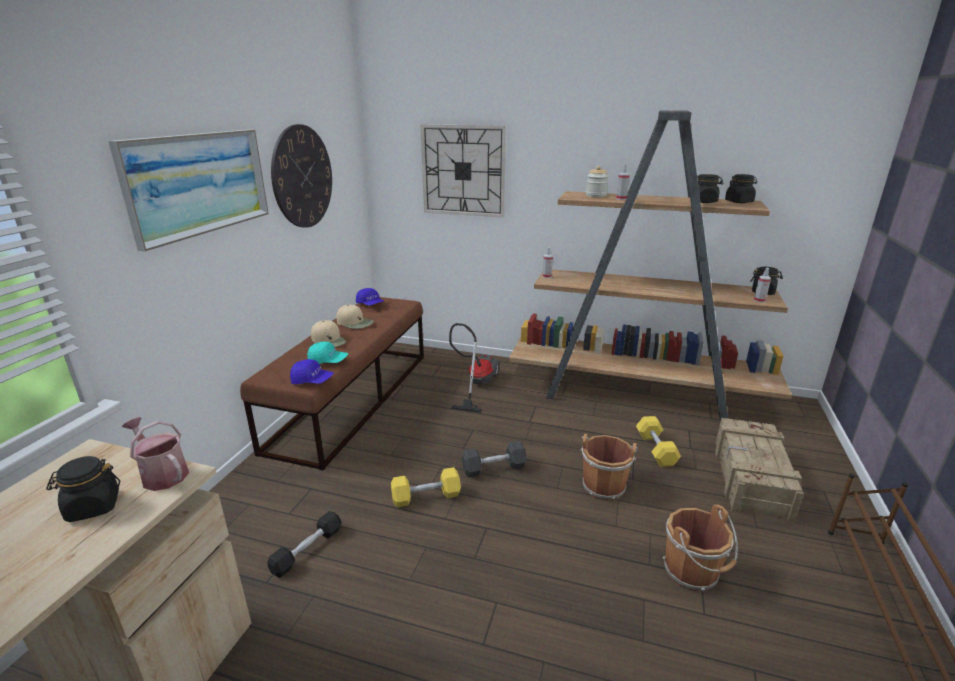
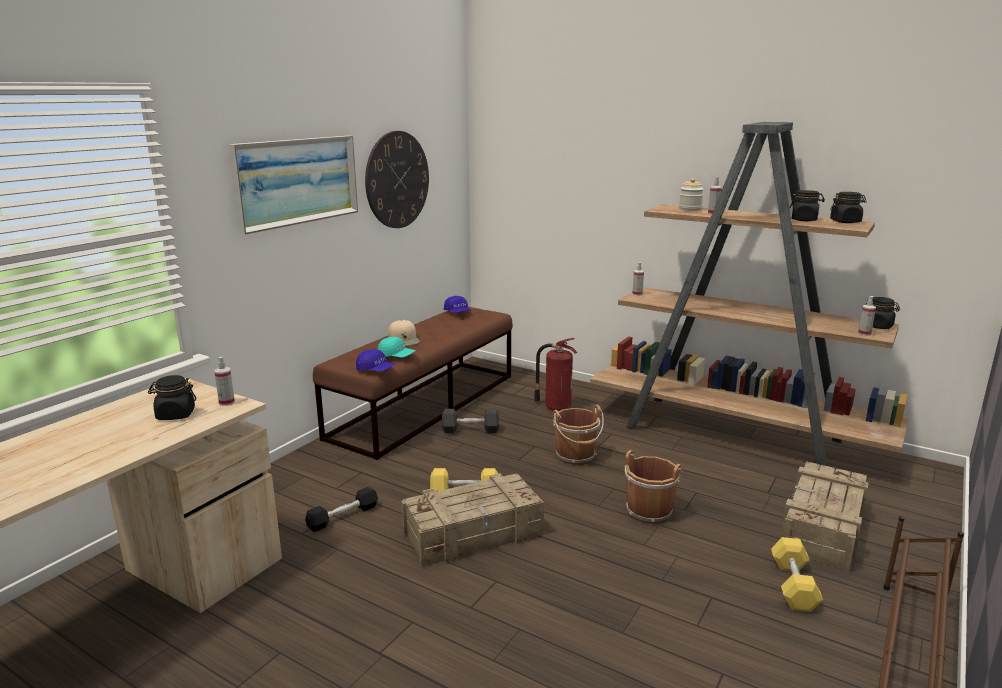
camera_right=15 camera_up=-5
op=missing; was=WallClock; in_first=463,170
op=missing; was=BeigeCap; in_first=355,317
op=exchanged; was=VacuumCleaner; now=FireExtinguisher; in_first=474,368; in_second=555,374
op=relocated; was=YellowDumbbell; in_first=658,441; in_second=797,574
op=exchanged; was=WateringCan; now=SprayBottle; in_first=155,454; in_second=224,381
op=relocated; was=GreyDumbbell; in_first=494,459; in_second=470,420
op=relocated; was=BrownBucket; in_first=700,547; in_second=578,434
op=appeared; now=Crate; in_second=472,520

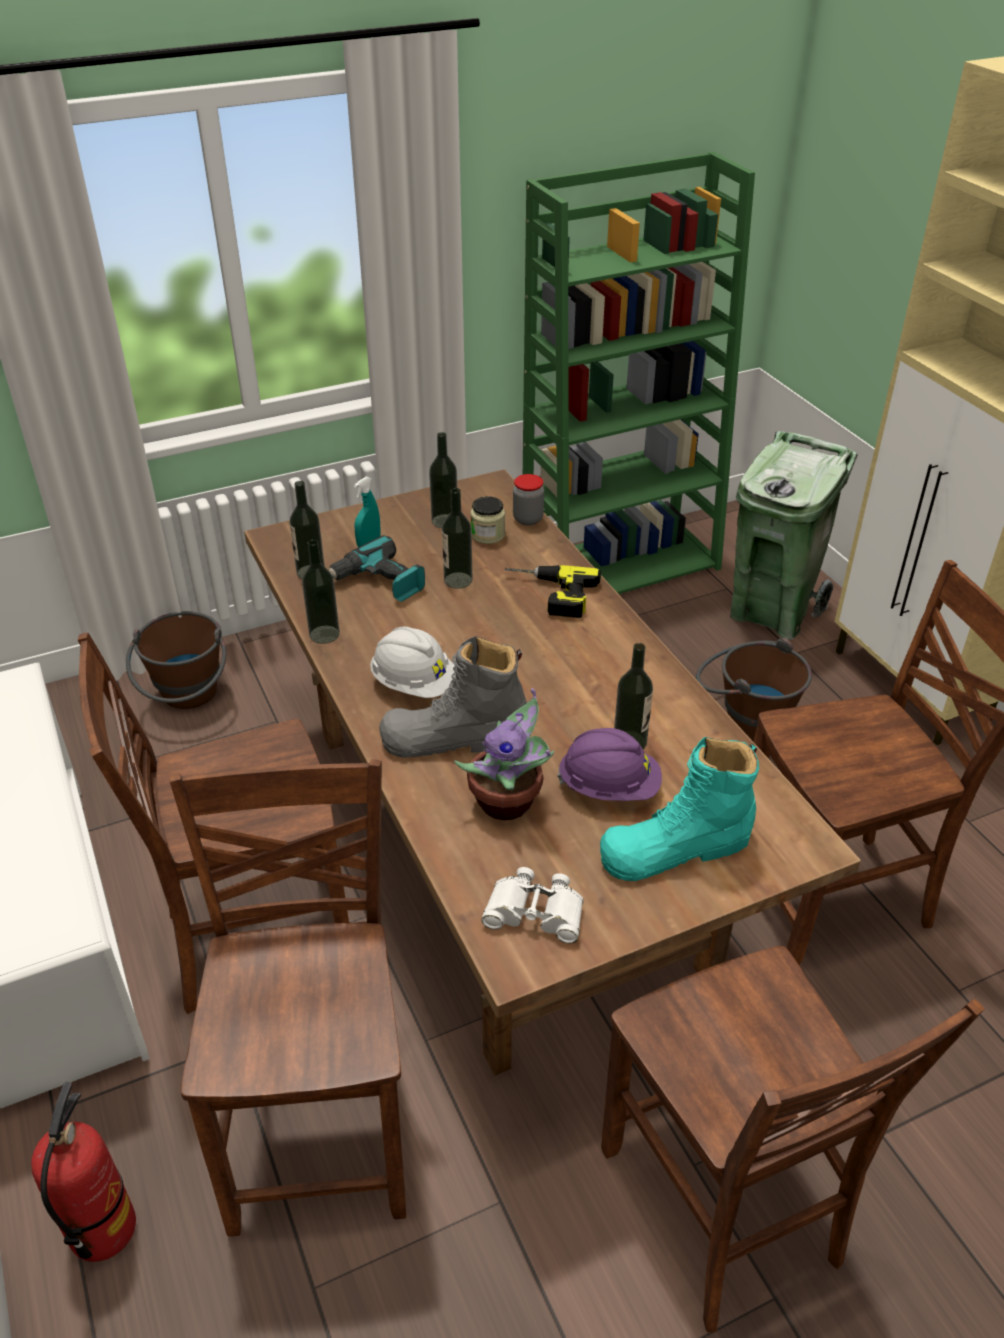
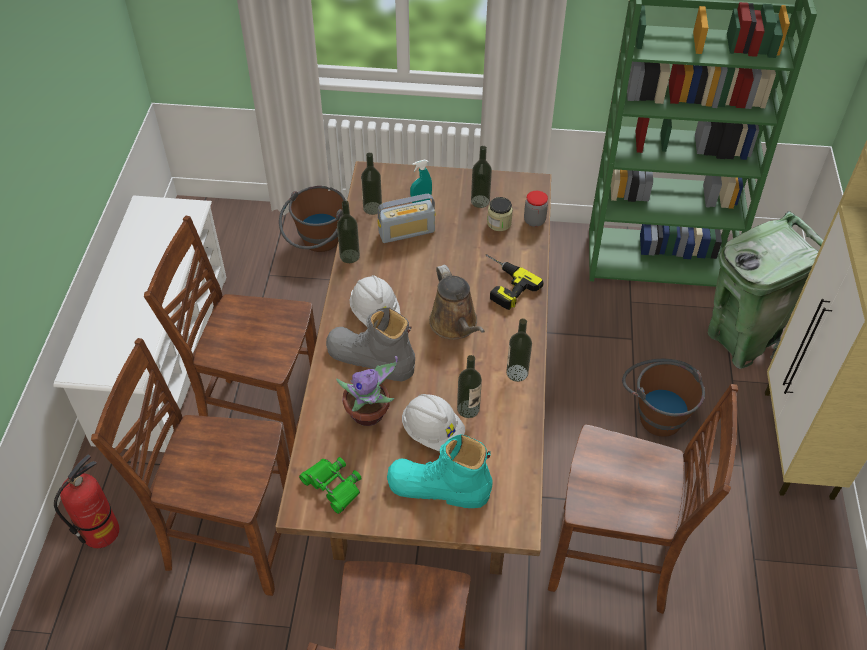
camera_right=30 camera_up=10
op=relocated; was=Bottle; in_first=457,538; in_second=519,350
op=exchanged; was=PowerDrill; now=Radio; in_first=377,569; in_second=406,218
op=colour; was=PurpleHardHat; now=WhiteHardHat; in_first=609,764; in_second=433,422
op=spun; was=BrownChair; in_first=287,998; in_second=190,467; clockwise=-105
op=colour; was=WhiteBinoculars; now=GreenBinoculars; in_first=532,905; in_second=330,485
op=appeared; now=BrownWateringCan; in_second=457,302

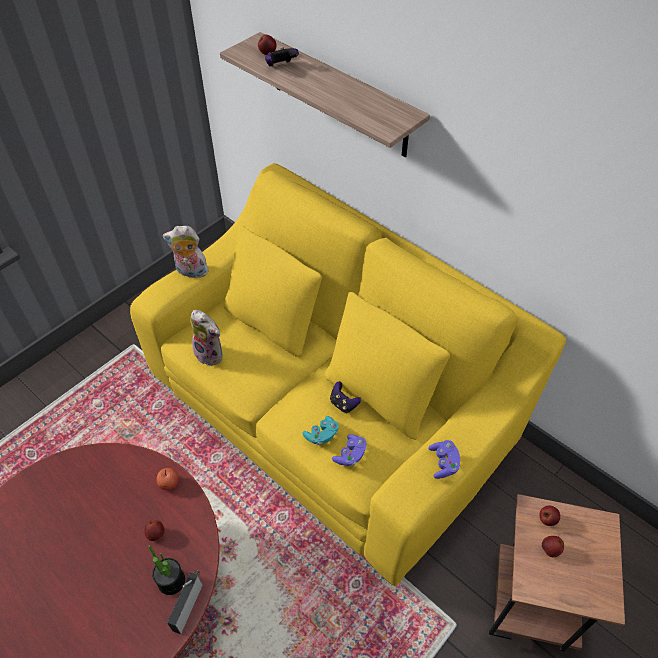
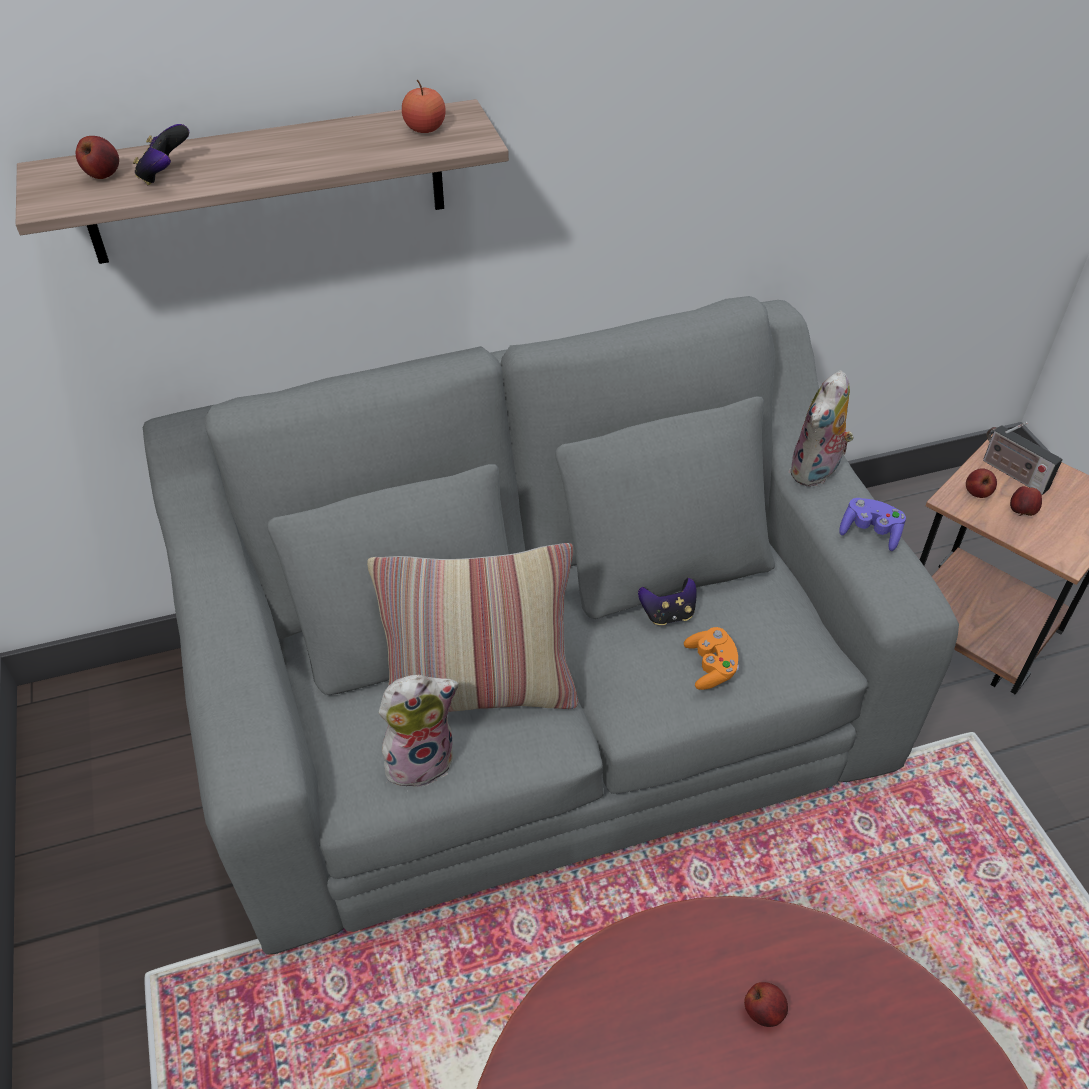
camera_right=-60 camera_up=-5
op=colour; was=YellowSofa; now=GreySofa; in_first=348,374; in_second=551,625
op=relocated; was=PlushToy; in_first=186,252; in_second=821,429
op=colour; was=TurquoiseGameController; now=OrangeGameController; in_first=320,430; in_second=711,658
op=missing; was=PurpleGameController; in_first=349,450
op=relocated; was=Apple; in_first=167,479; in_second=424,106
op=missing; was=PottedPlant; in_first=166,570
op=relocated; was=Radio; in_first=185,602; in_second=1023,458
op=appeared; now=Pillow; in_second=473,627

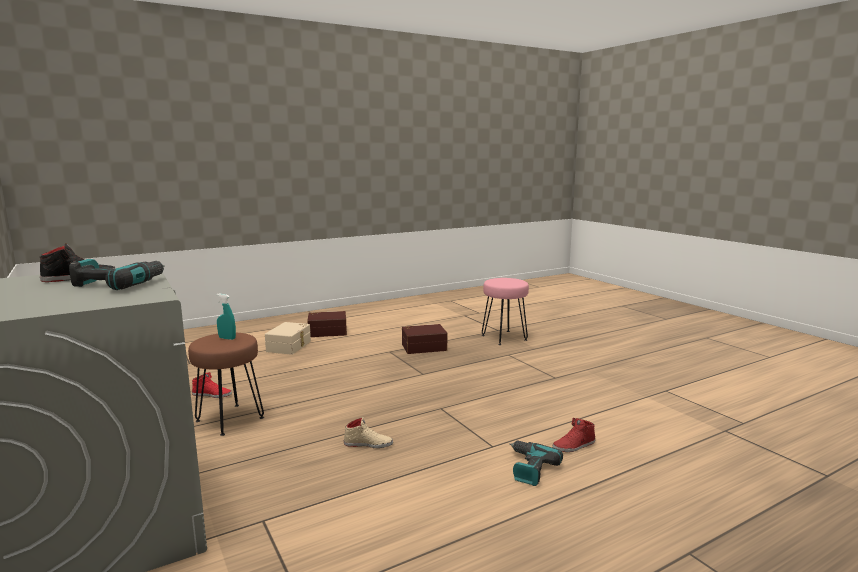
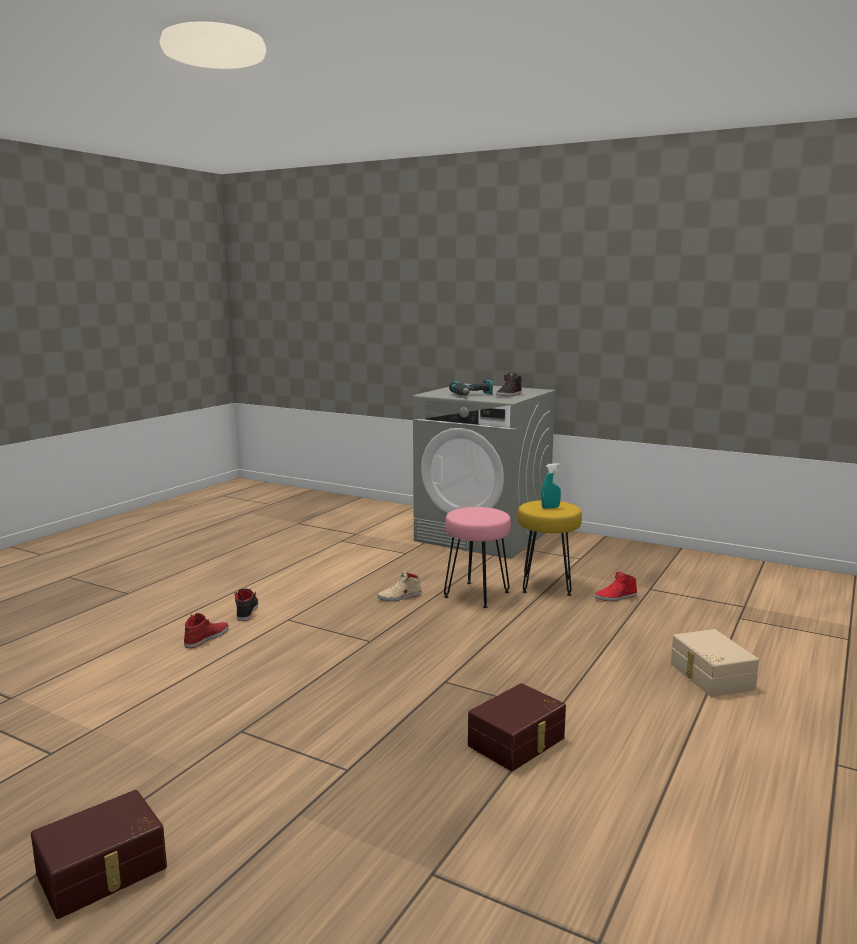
camera_right=150 camera_up=0
op=relocated; was=PinkStool; in_first=505,311; in_second=477,557
op=relocated; was=BrownStorageBox; in_first=327,324; in_second=99,854
op=colour; was=BrownStool; now=YellowStool; in_first=226,384; in_second=550,548
op=exchanged; was=PowerDrill; now=BlackShoe; in_first=536,463; in_second=246,605

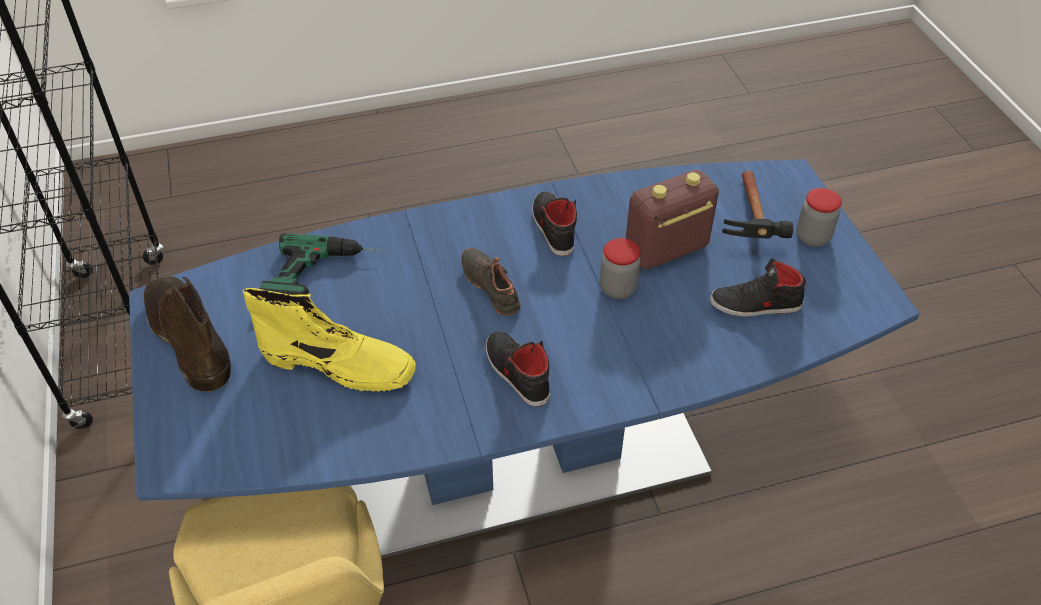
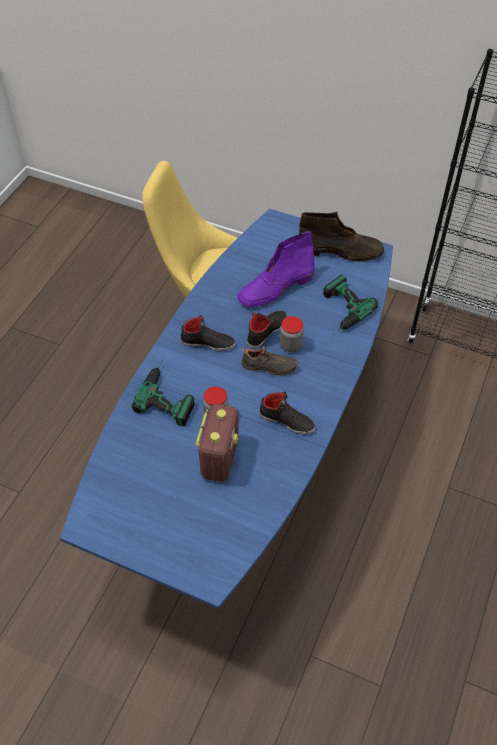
camera_right=130 camera_up=5
op=missing; was=Hammer; in_first=757,204
op=relocated; was=Jar; in_first=819,217; in_second=292,334
op=relocated; was=BlackShoe; in_first=758,287; in_second=267,329
op=colour; was=YellowBoot; now=PurpleBoot; in_first=329,340; in_second=276,269
op=appeared; now=PowerDrill; in_second=163,392

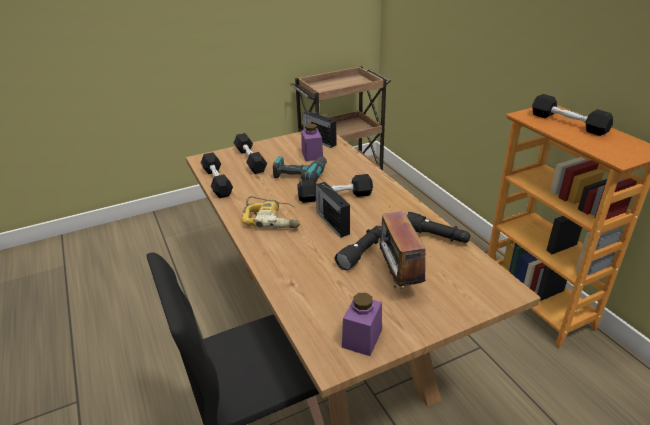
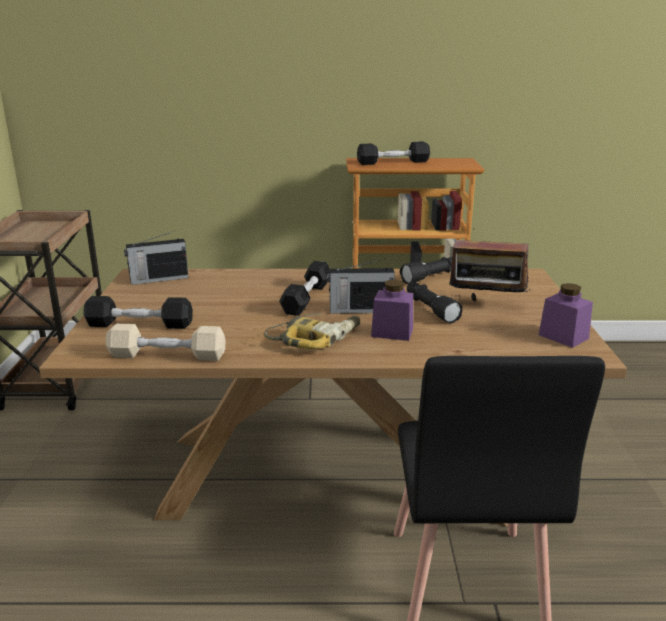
camera_right=-65 camera_up=-10
op=relocated; was=PurpleJar; in_first=312,142; in_second=392,310
op=colour; was=BlackDumbbell; now=BeigeDumbbell; in_first=217,175; in_second=166,342
op=missing; was=PowerDrill; in_first=300,169

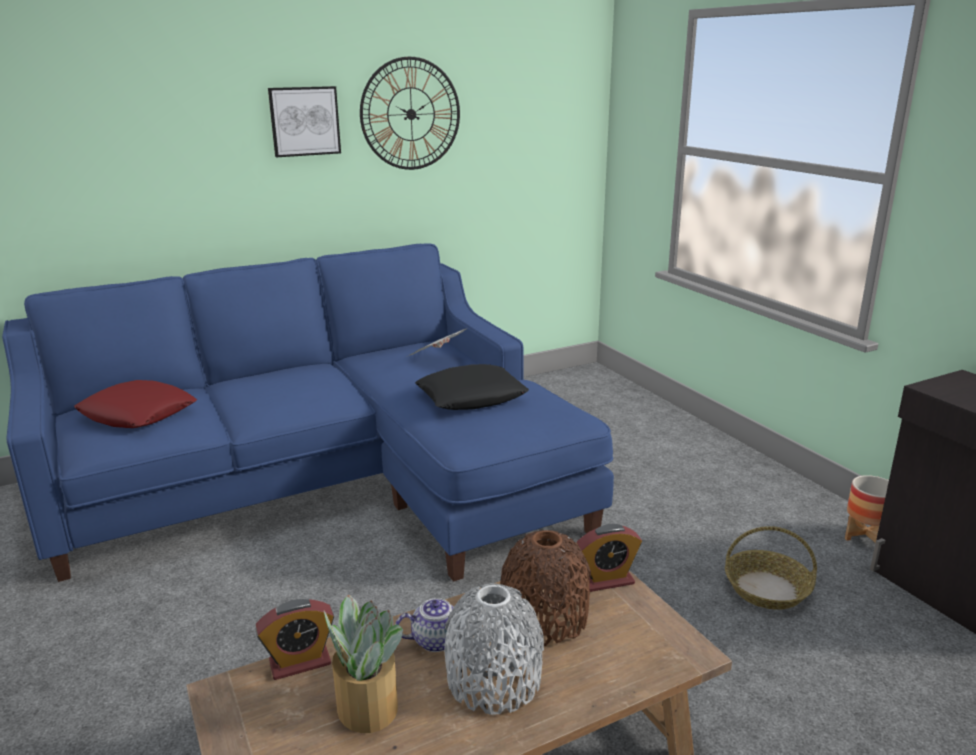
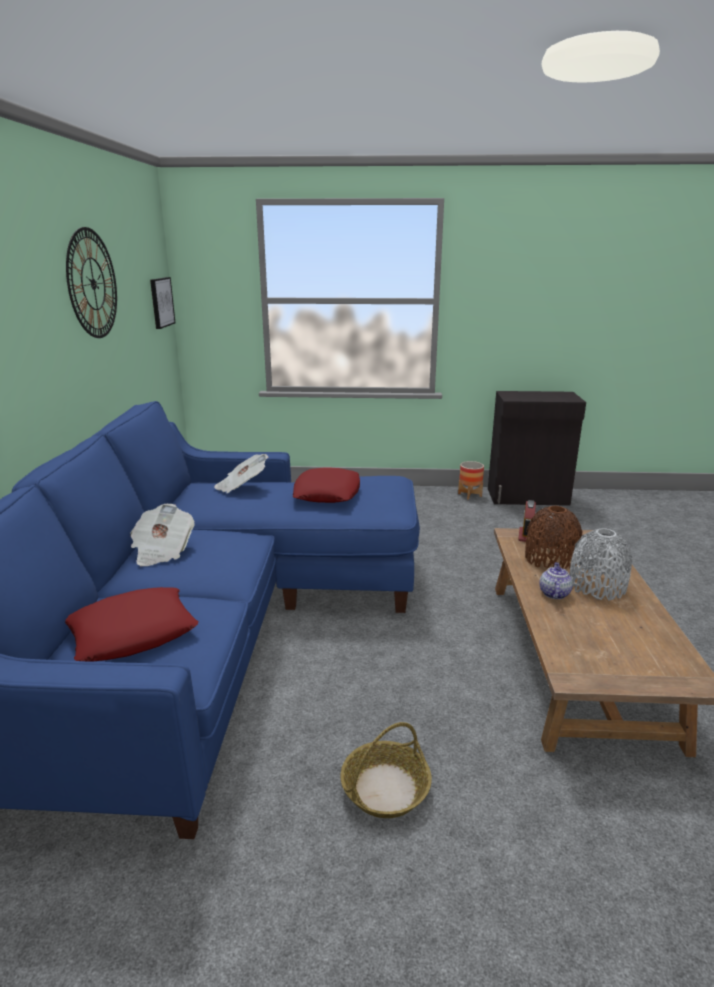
camera_right=-60 camera_up=0
op=relocated; was=Picture; in_first=304,121; in_second=163,303
op=colour; was=BlackPillow; now=RedPillow; in_first=472,387; in_second=326,485
op=relocated; was=Basket; in_first=771,568; in_second=386,770
op=missing; was=PottedPlant; in_first=363,664
op=missing; was=AlarmClock; in_first=295,639
op=appeared; now=Newspaper; in_second=162,535

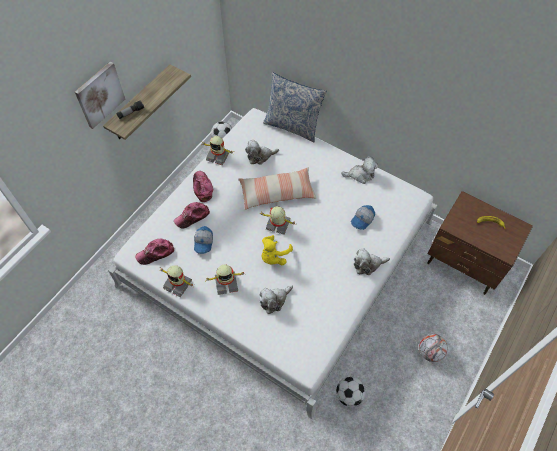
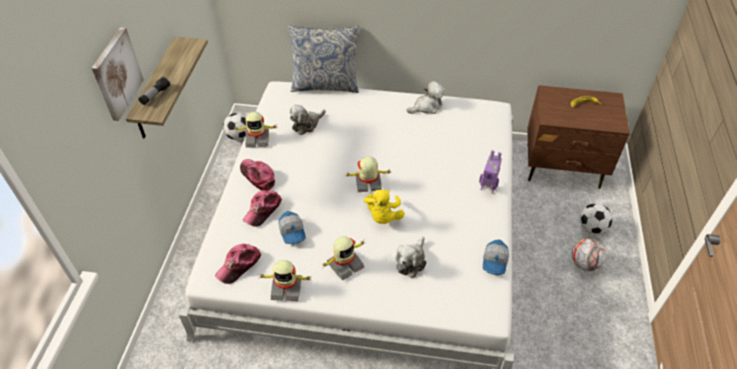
camera_right=-25 camera_up=-10
op=missing; was=Pillow; in_first=277,188
op=relocated; was=Cap; in_first=363,217; in_second=496,257
op=exchanged; was=PlushToy; now=ToyRobot; in_first=372,261; in_second=490,172
op=relocated; was=Football; in_first=350,392; in_second=596,218

